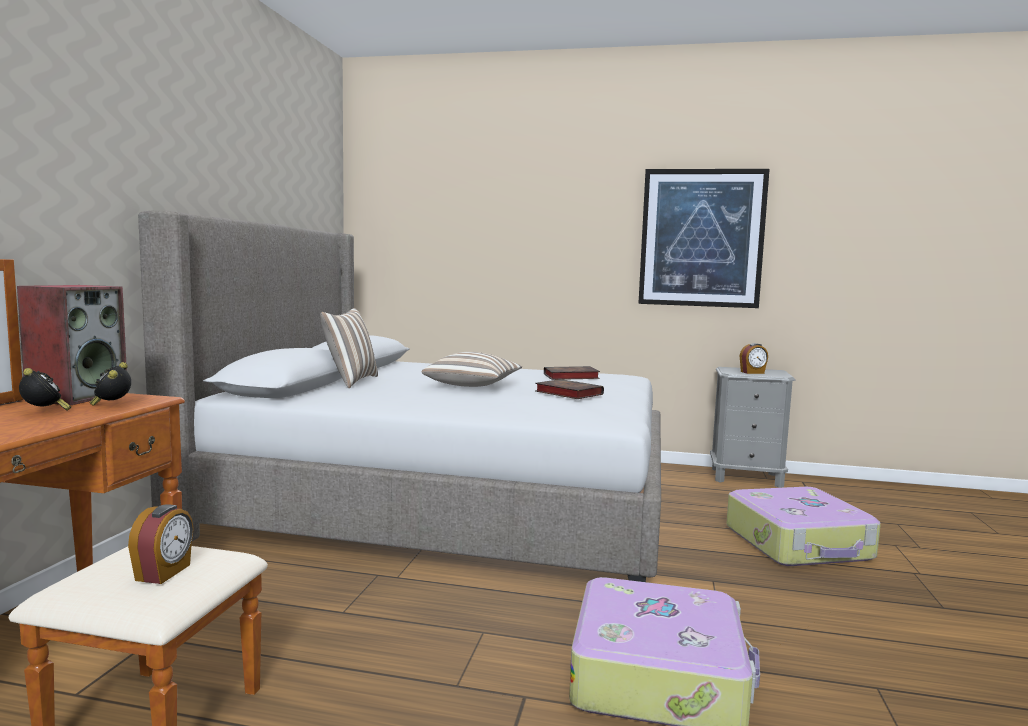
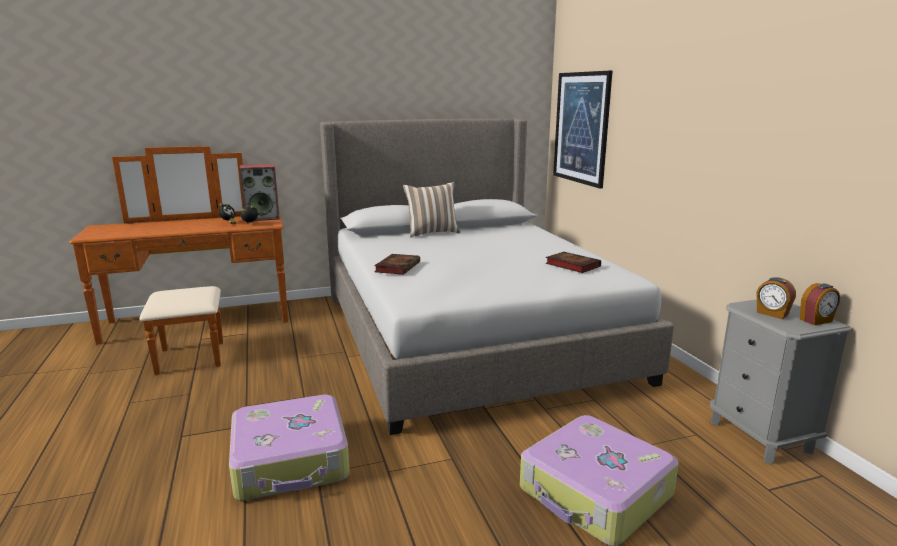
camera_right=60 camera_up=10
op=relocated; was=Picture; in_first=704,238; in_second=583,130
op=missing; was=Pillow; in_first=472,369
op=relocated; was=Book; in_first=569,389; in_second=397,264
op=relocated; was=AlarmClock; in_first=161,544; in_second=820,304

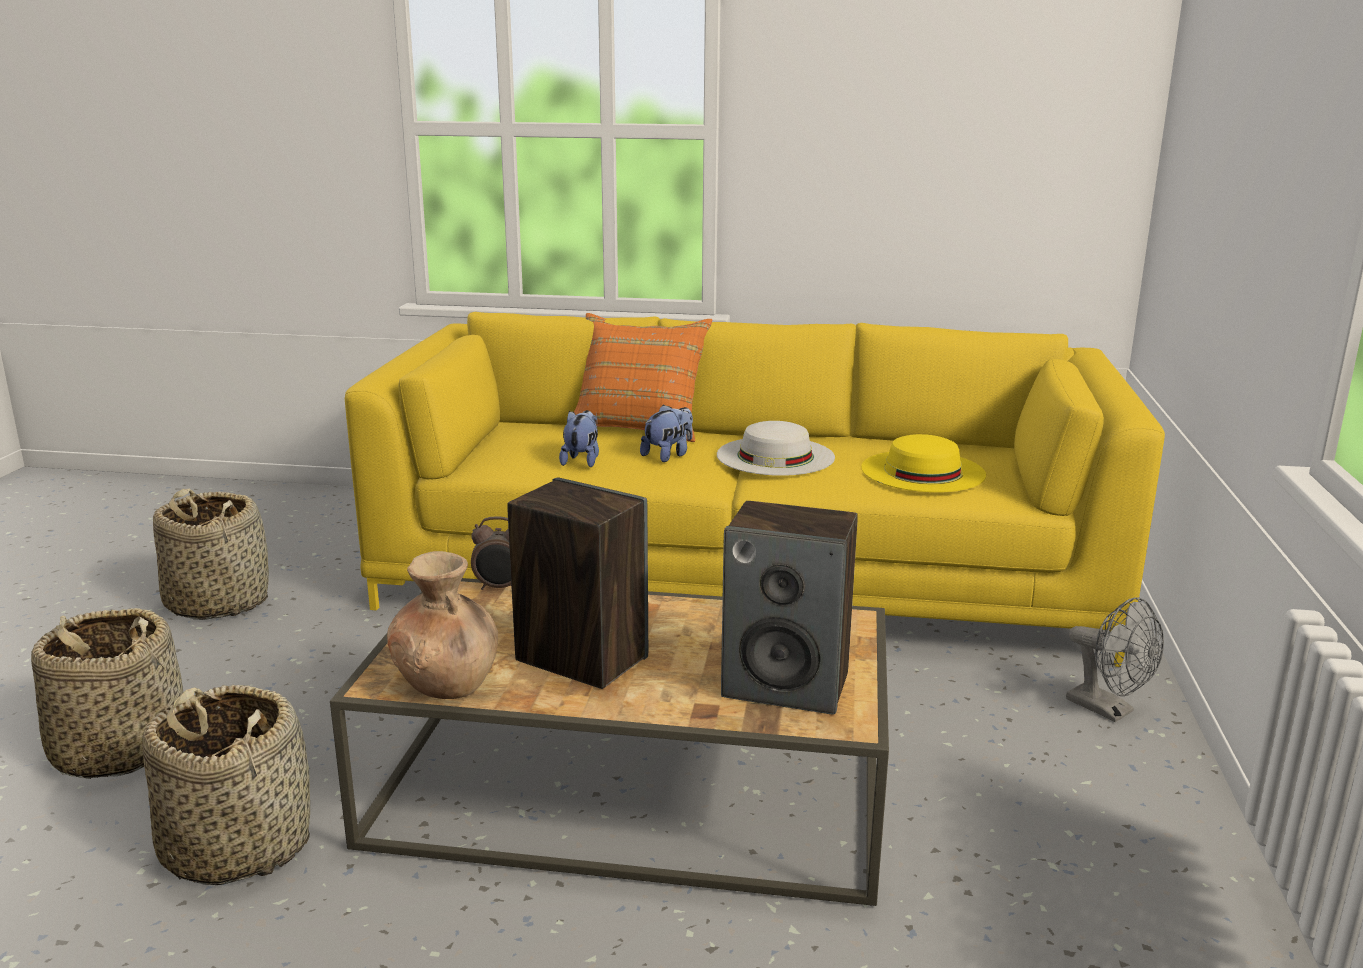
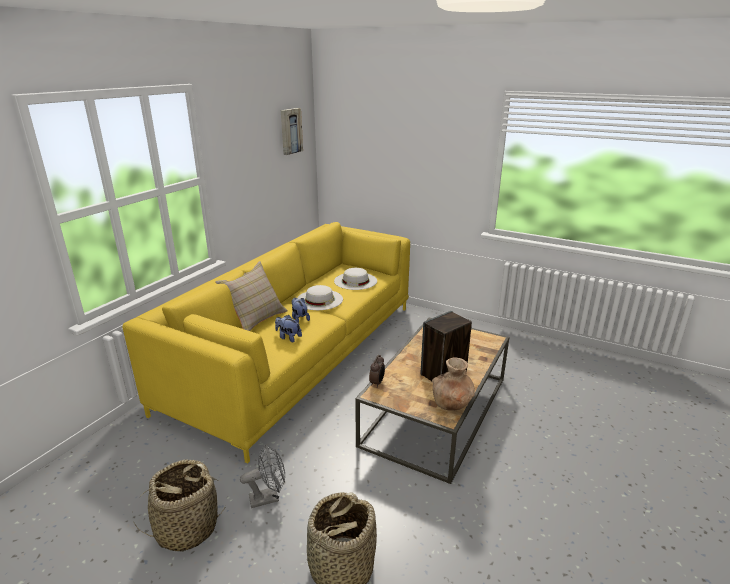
camera_right=-70 camera_up=5
op=colour; was=OrangePillow; now=BeigePillow; in_first=643,377; in_second=251,296
op=colour; was=YellowHat; now=WhiteHat; in_first=923,463; in_second=355,279
op=missing; was=Speaker; in_first=789,608
op=relocated; was=GreyFan; in_first=1115,659; in_second=262,476
op=missing; was=Basket; in_first=226,785
op=appeared; now=Picture; in_second=292,131

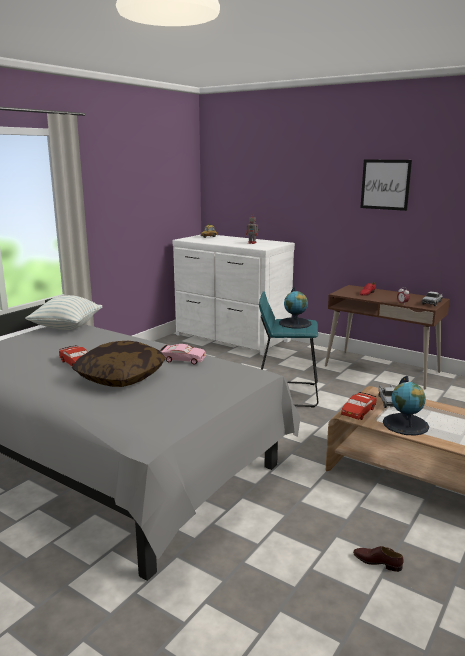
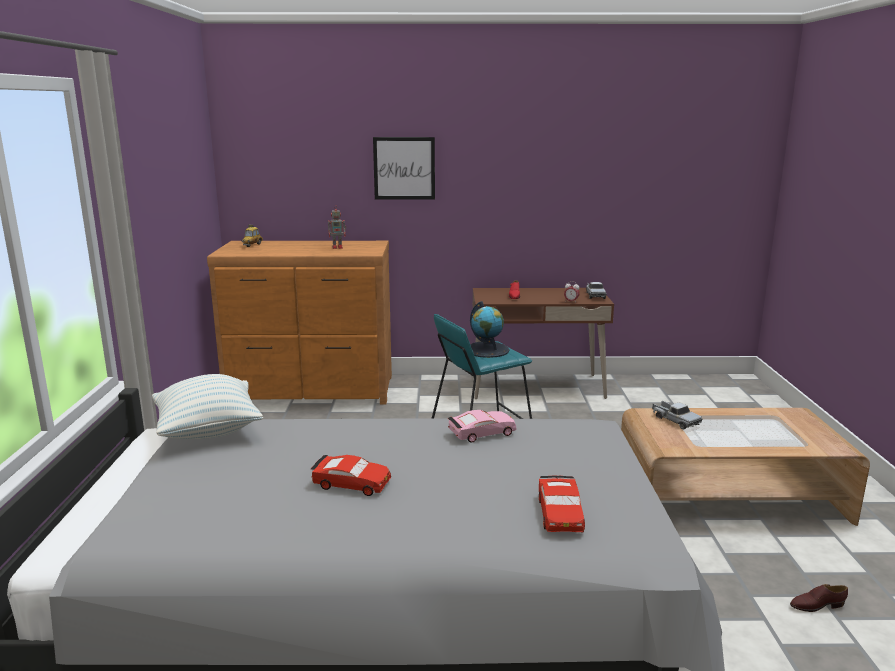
camera_right=-35 camera_up=0
op=relocated; was=Picture; in_first=386,185; in_second=404,168
op=colour; was=WhiteDresser; now=BrownDresser; in_first=234,295; in_second=299,322
op=missing; was=Pillow; in_first=119,364
op=missing; was=Globe; in_first=406,406
op=relocated; was=RedToyCar; in_first=359,406; in_second=562,504

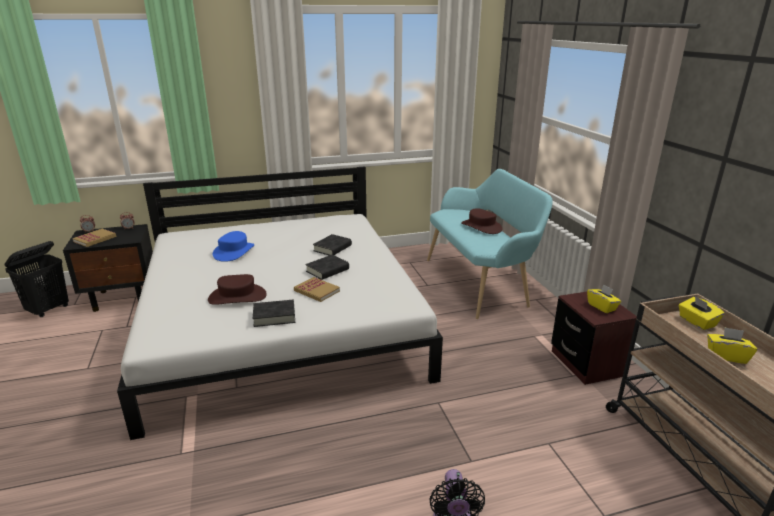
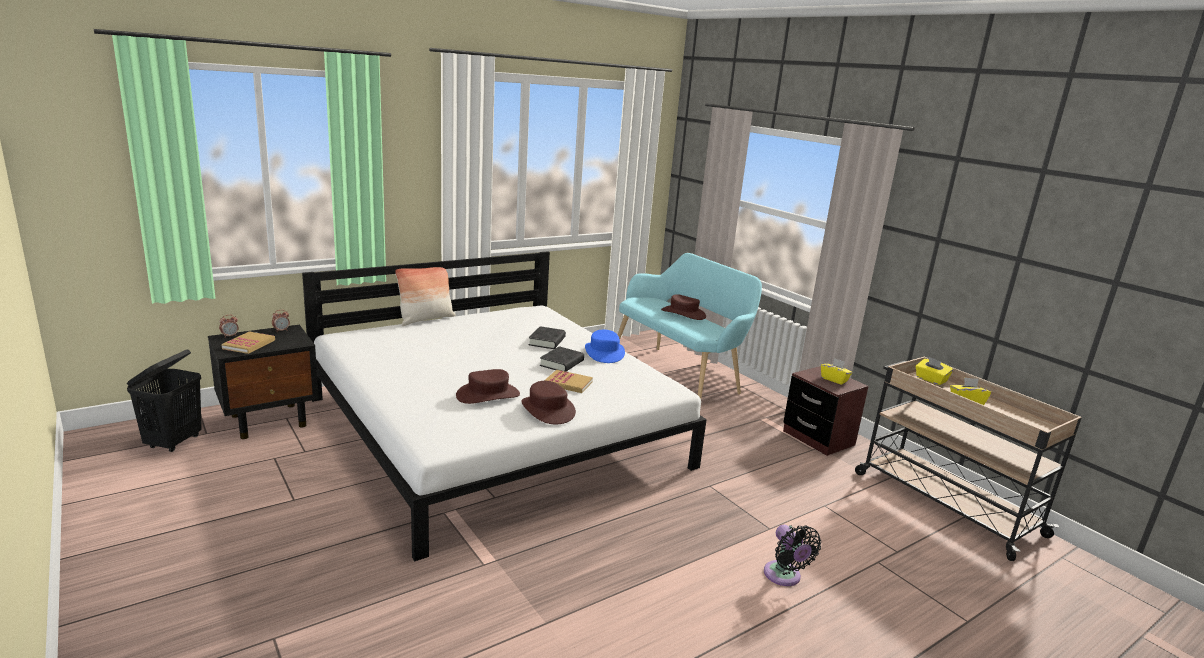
camera_right=-20 camera_up=-5
op=relocated; was=BlueHat; in_first=233,246; in_second=605,346
op=exchanged; was=BlackBook; now=BrownHat; in_first=274,313; in_second=548,402
op=appeared; now=Pillow; in_second=425,296

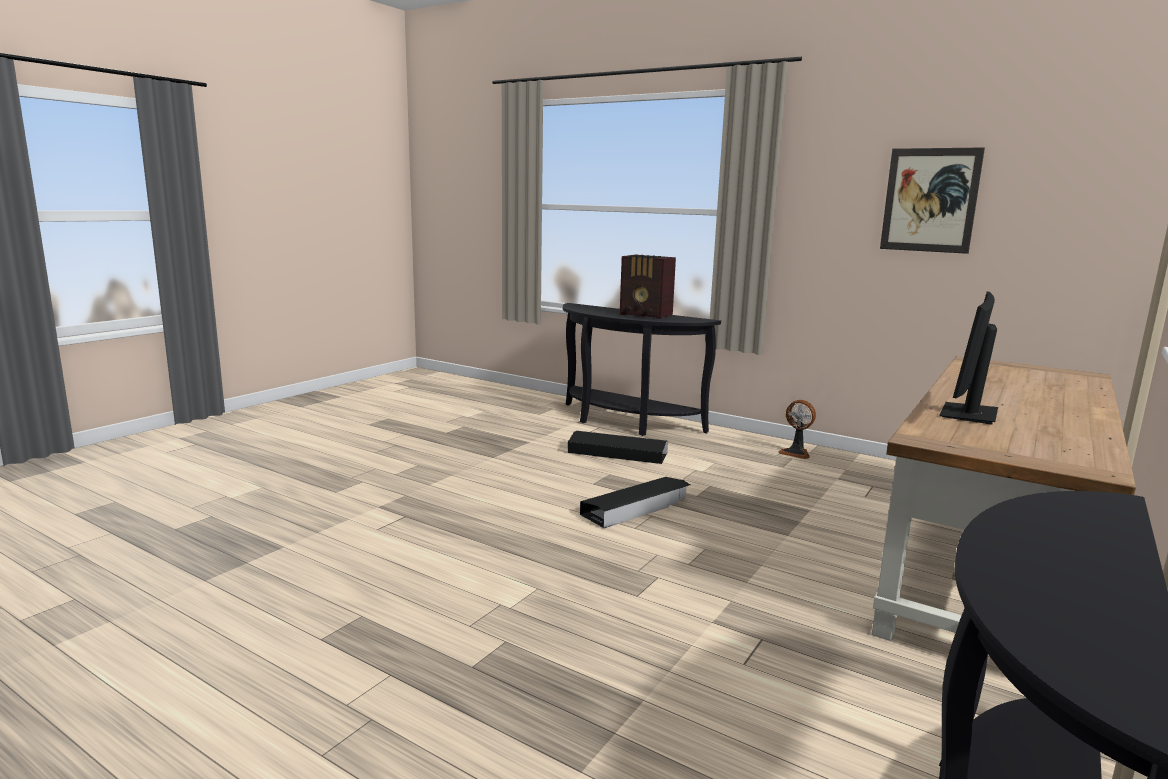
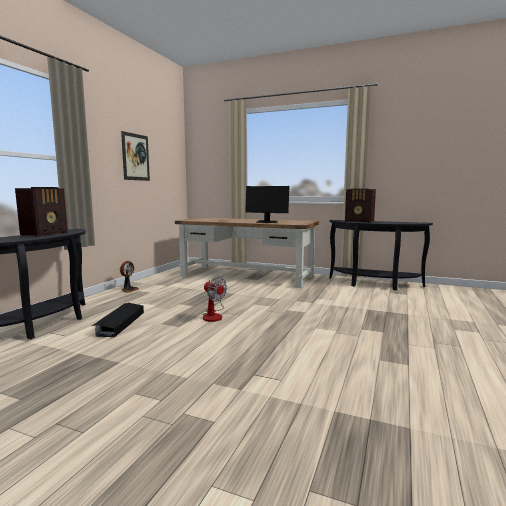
camera_right=-100 camera_up=-5
op=exchanged; was=BlackStorageBox; now=Fan; in_first=635,502; in_second=215,299
op=appeared; now=Radio; in_second=360,205

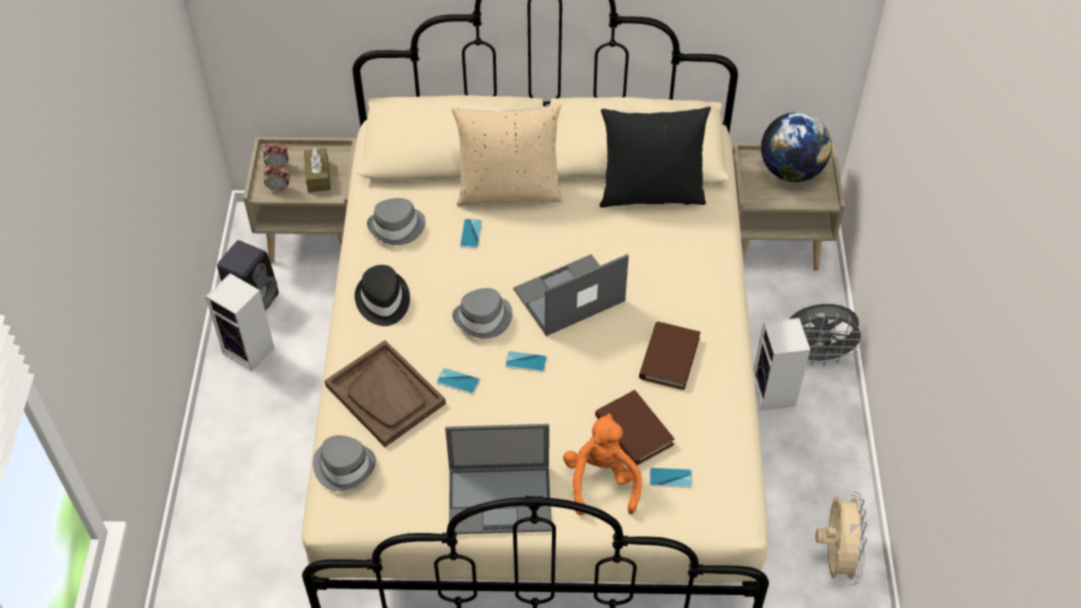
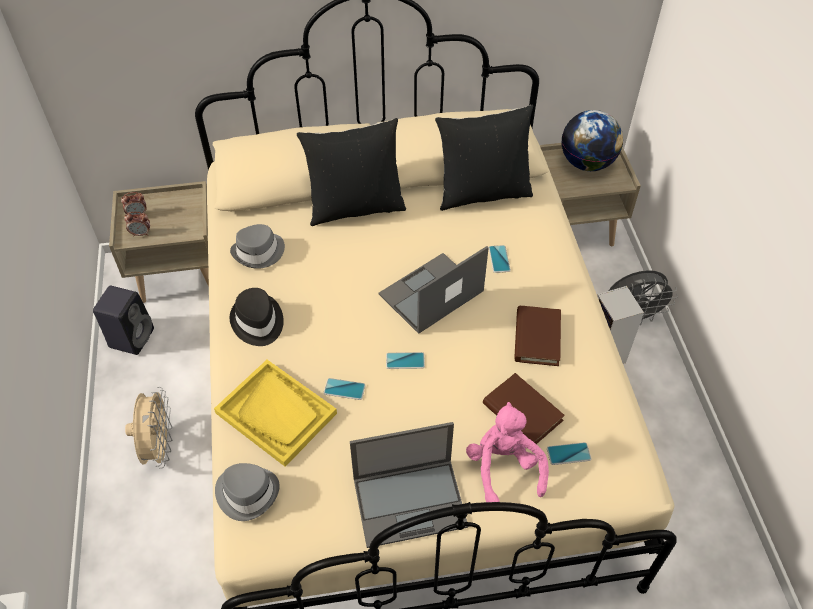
camera_right=-10 camera_up=0
op=colour; was=BeigePillow; now=BlackPillow; in_first=507,155; in_second=351,172
op=missing; was=BrownTissueBox; in_first=317,169
op=relocated; was=Phone; in_first=471,233; in_second=500,259
op=missing; was=Speaker; in_first=240,322
op=missing; was=GreyHat; in_first=482,313
op=colour; was=BrownTray; now=YellowTray; in_first=385,393; in_second=275,413
op=colour; was=OrangePlushToy; now=PinkPlushToy; in_first=602,464; in_second=507,452
op=relocated; was=BeigeFan; in_first=841,539; in_second=149,428

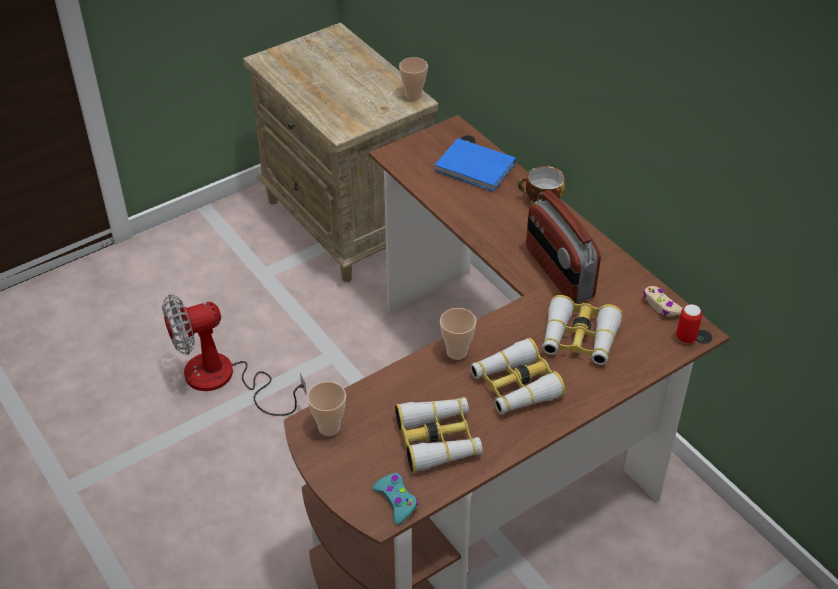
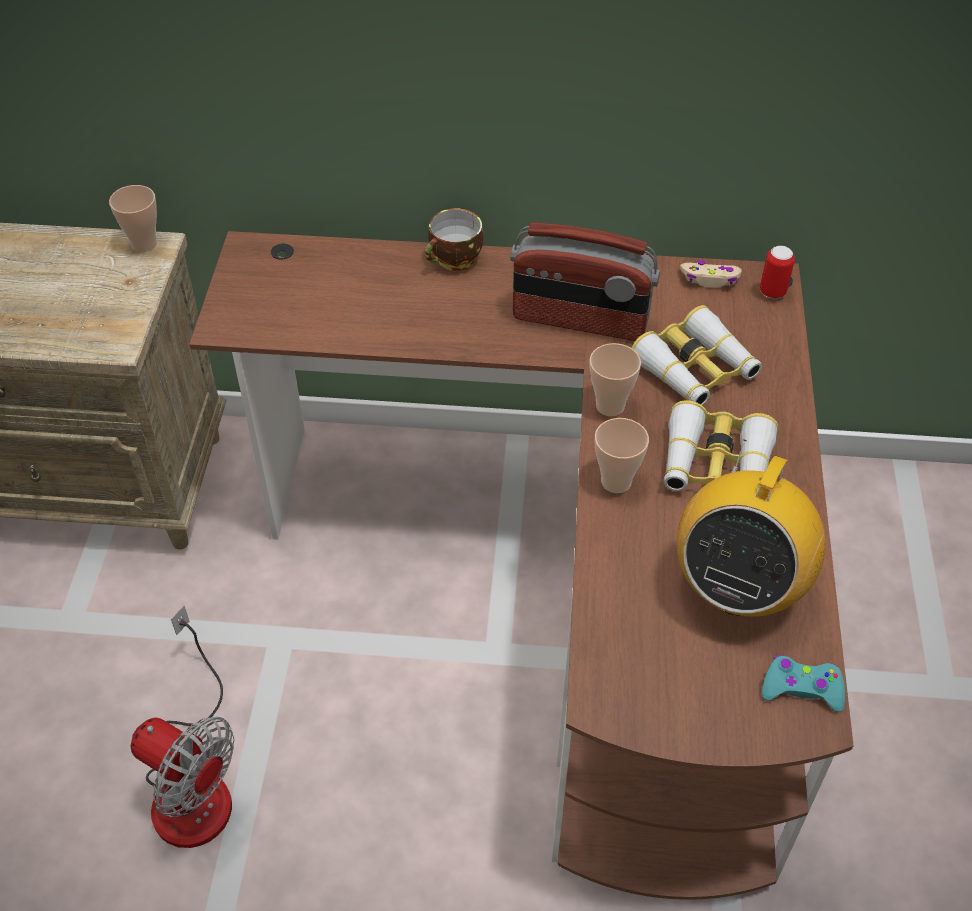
camera_right=-50 camera_up=5
op=missing; was=BlueBook; in_first=475,165
op=spun; was=Fan; in_first=234,355; in_second=182,726; clockwise=-75
op=relocated; was=Cup; in_first=326,409; in_second=615,379
op=exchanged; was=Binoculars; now=Radio; in_first=439,434; in_second=751,528

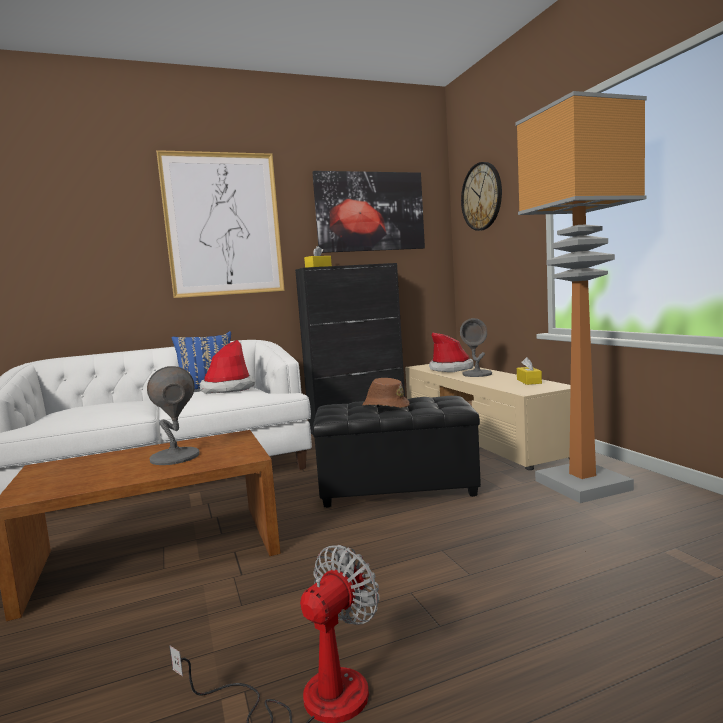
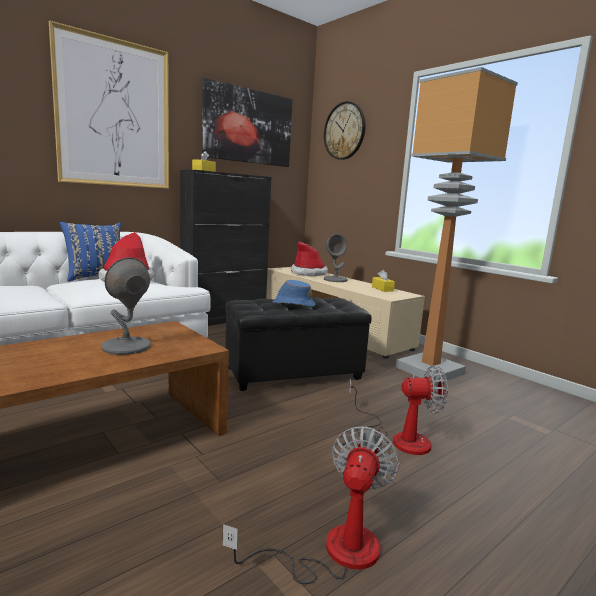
camera_right=-20 camera_up=5
op=colour; was=BrownHat; now=BlueHat; in_first=386,393; in_second=294,293
op=appeared; now=Fan; in_second=398,410

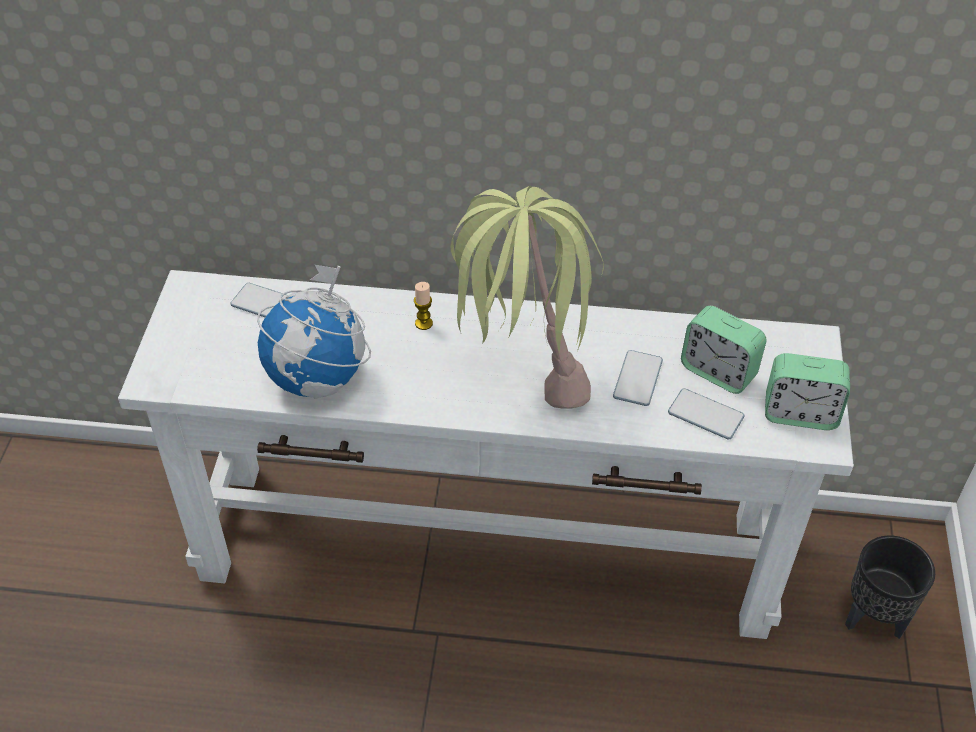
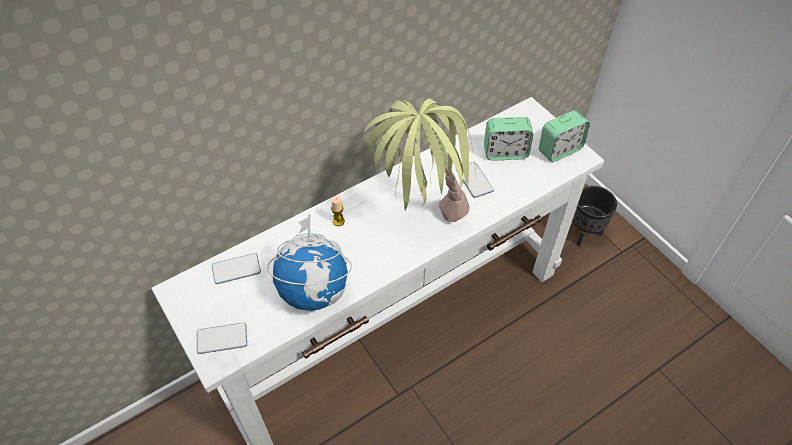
camera_right=-40 camera_up=5
op=relocated; was=Phone; in_first=706,413; in_second=222,338

